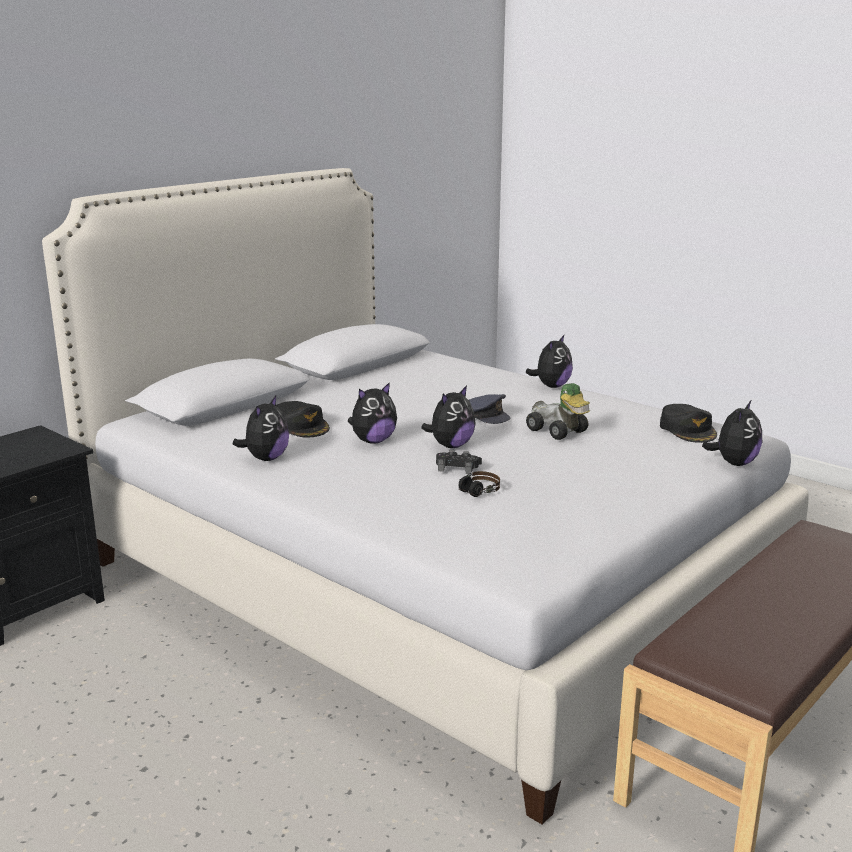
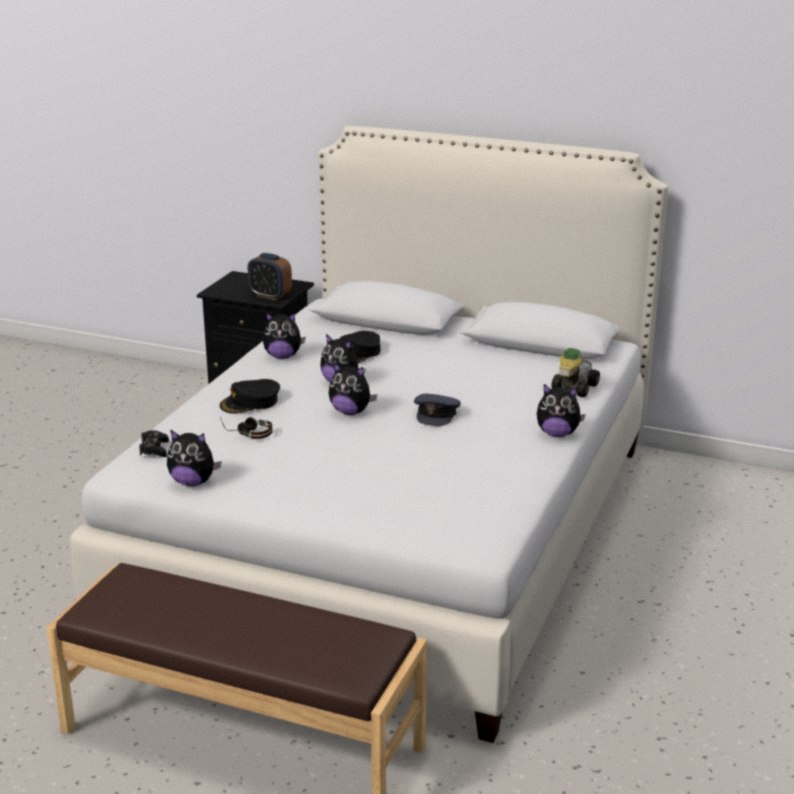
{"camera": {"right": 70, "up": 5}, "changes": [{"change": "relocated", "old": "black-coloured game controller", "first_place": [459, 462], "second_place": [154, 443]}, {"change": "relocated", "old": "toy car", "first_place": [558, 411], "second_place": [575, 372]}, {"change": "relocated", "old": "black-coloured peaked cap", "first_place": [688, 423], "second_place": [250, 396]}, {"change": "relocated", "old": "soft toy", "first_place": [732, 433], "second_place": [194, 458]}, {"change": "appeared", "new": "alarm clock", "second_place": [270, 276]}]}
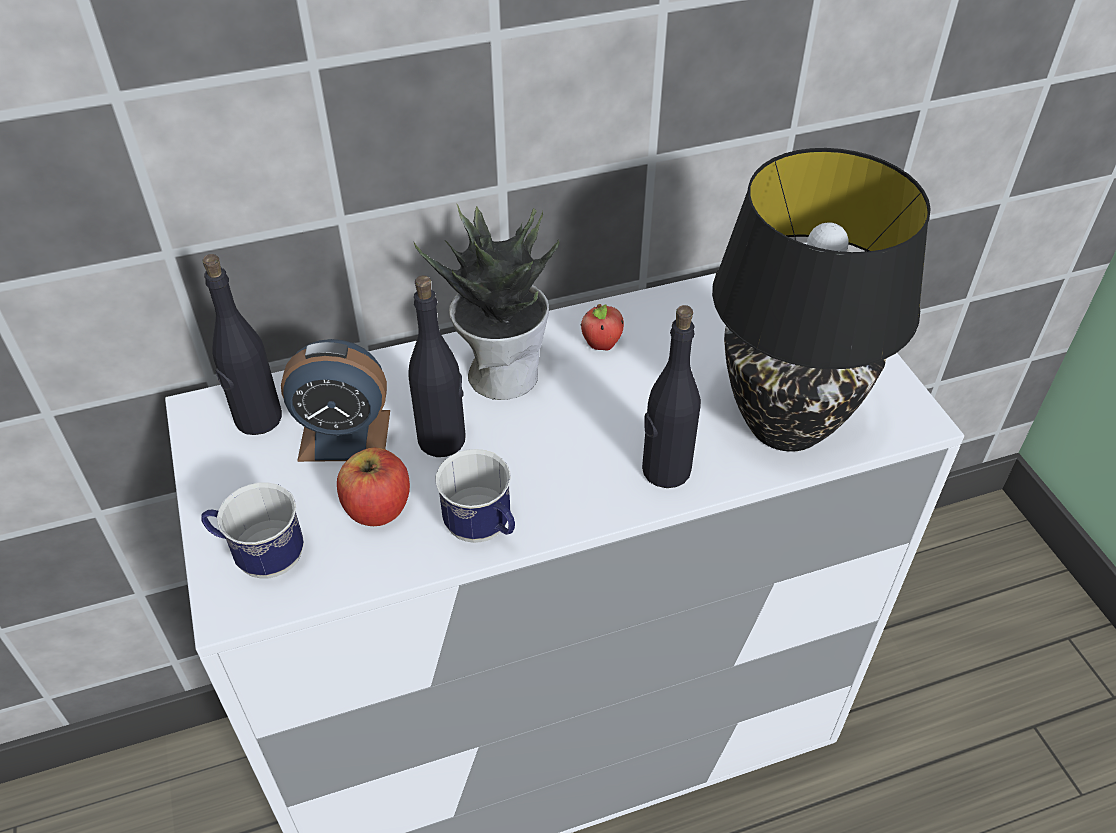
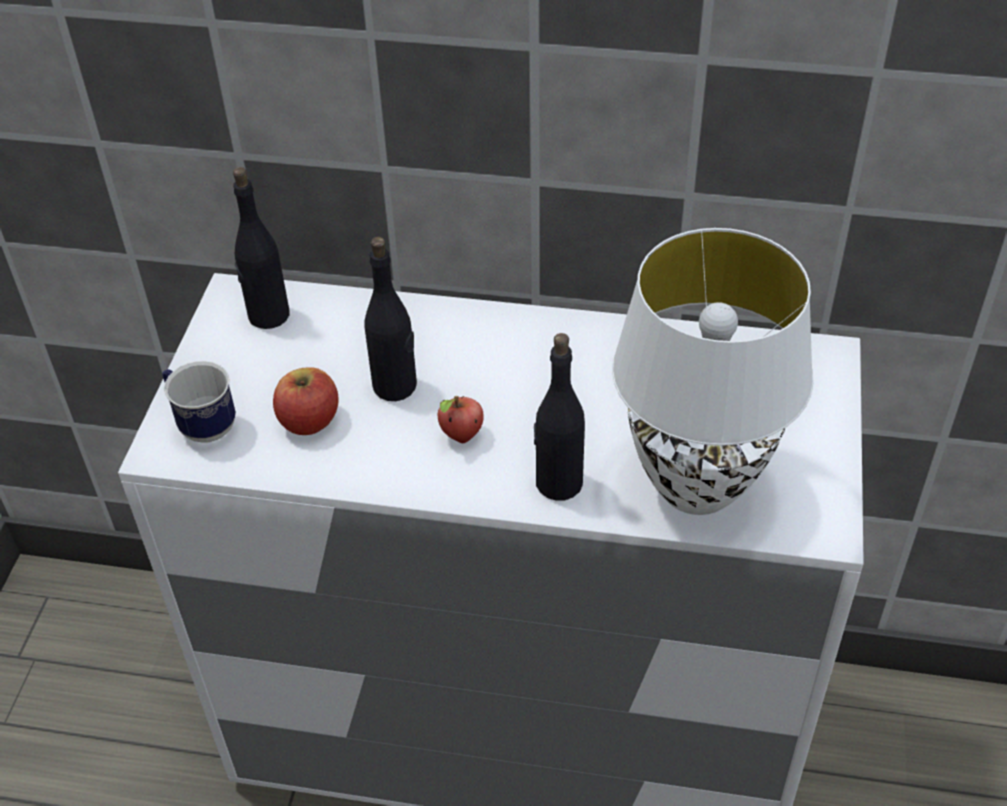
{"camera": {"right": 30, "up": 0}, "changes": [{"change": "missing", "old": "alarm clock", "first_place": [335, 400]}, {"change": "missing", "old": "houseplant", "first_place": [487, 301]}, {"change": "missing", "old": "tea mug", "first_place": [475, 496]}, {"change": "relocated", "old": "whole apple", "first_place": [602, 327], "second_place": [461, 419]}, {"change": "colour", "old": "black-coloured tabletop lamp", "new": "whitish tabletop lamp", "first_place": [821, 300], "second_place": [713, 371]}]}
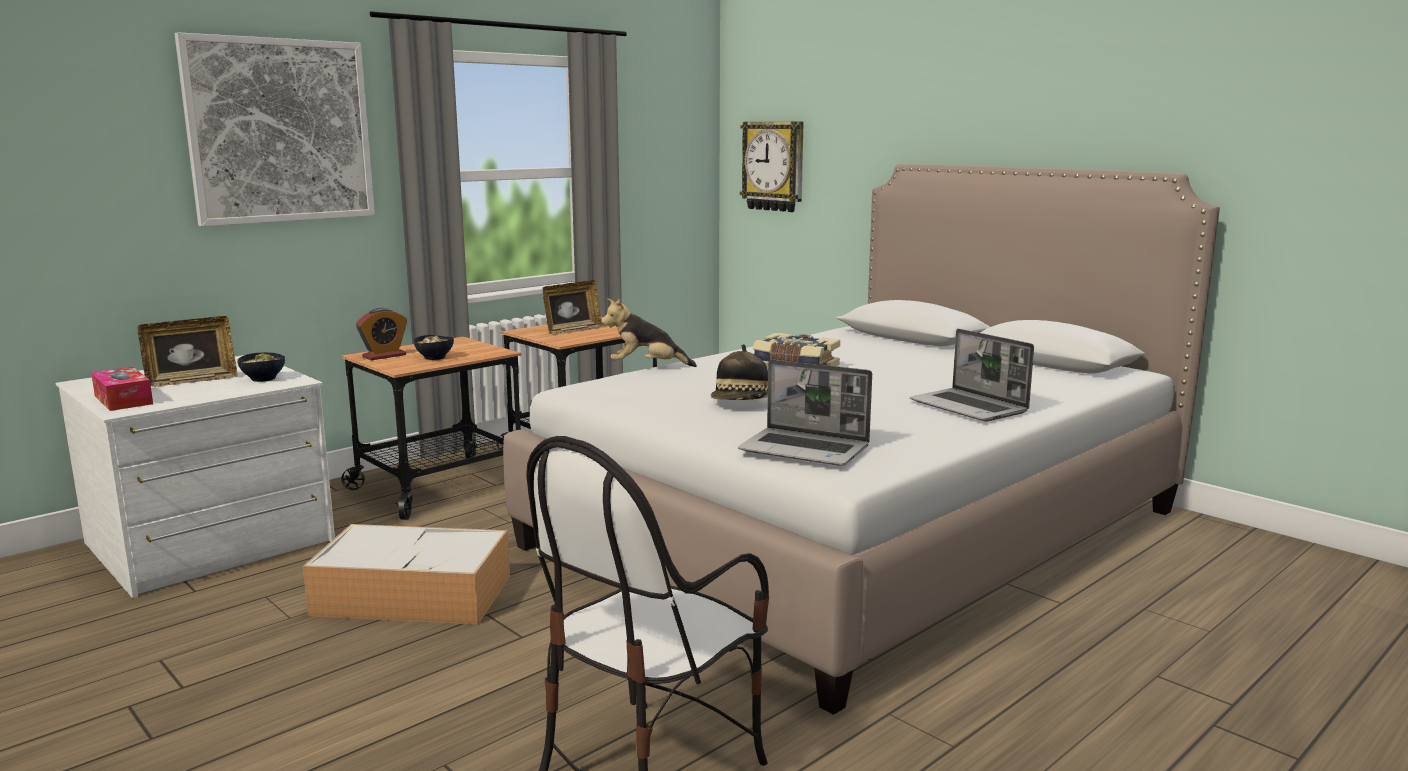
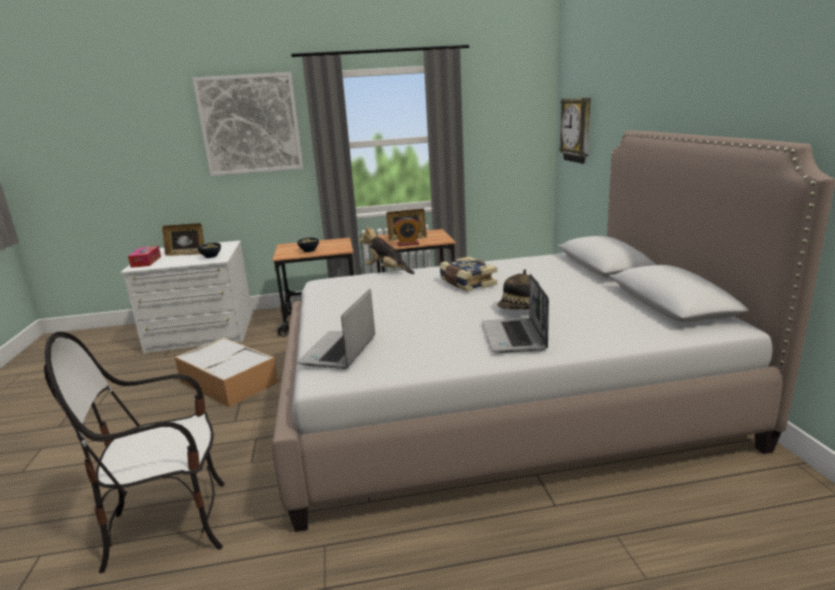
{"camera": {"right": 35, "up": 5}, "changes": [{"change": "relocated", "old": "alarm clock", "first_place": [381, 334], "second_place": [407, 231]}, {"change": "relocated", "old": "hat", "first_place": [739, 372], "second_place": [518, 289]}, {"change": "spun", "old": "notebook computer", "first_place": [805, 412], "second_place": [336, 329], "degrees": 45}]}
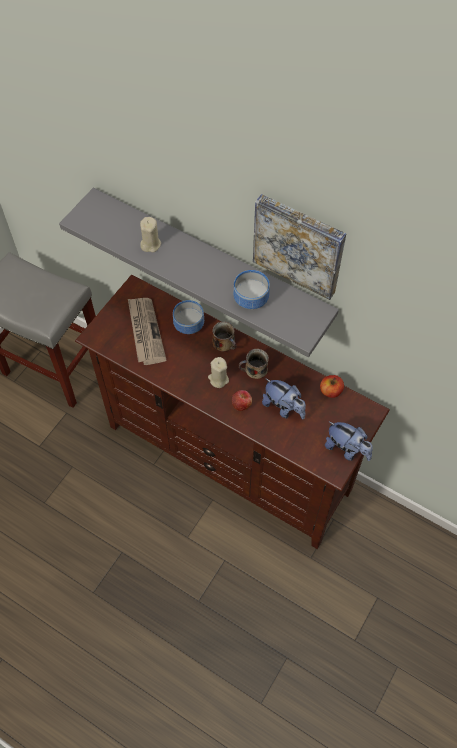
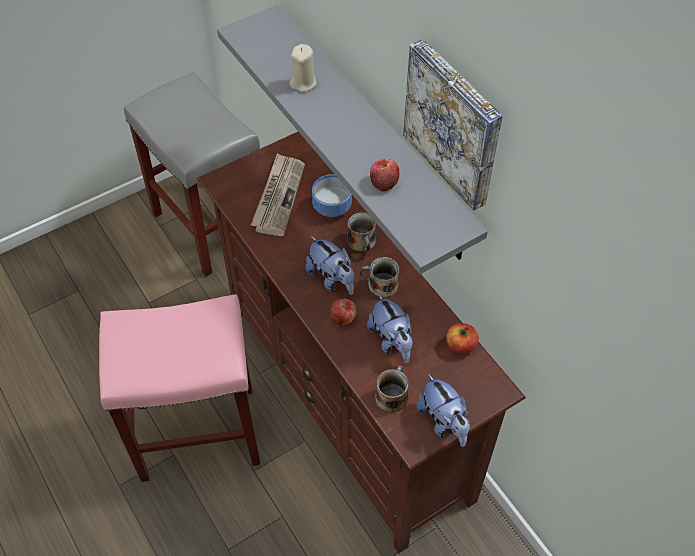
{"camera": {"right": 25, "up": -5}, "changes": [{"change": "exchanged", "old": "beige wax light", "new": "soft toy", "first_place": [218, 372], "second_place": [329, 265]}, {"change": "exchanged", "old": "bowl", "new": "whole apple", "first_place": [251, 289], "second_place": [384, 175]}, {"change": "appeared", "new": "pink-coloured stool seat", "second_place": [179, 388]}, {"change": "appeared", "new": "tea mug", "second_place": [392, 389]}]}
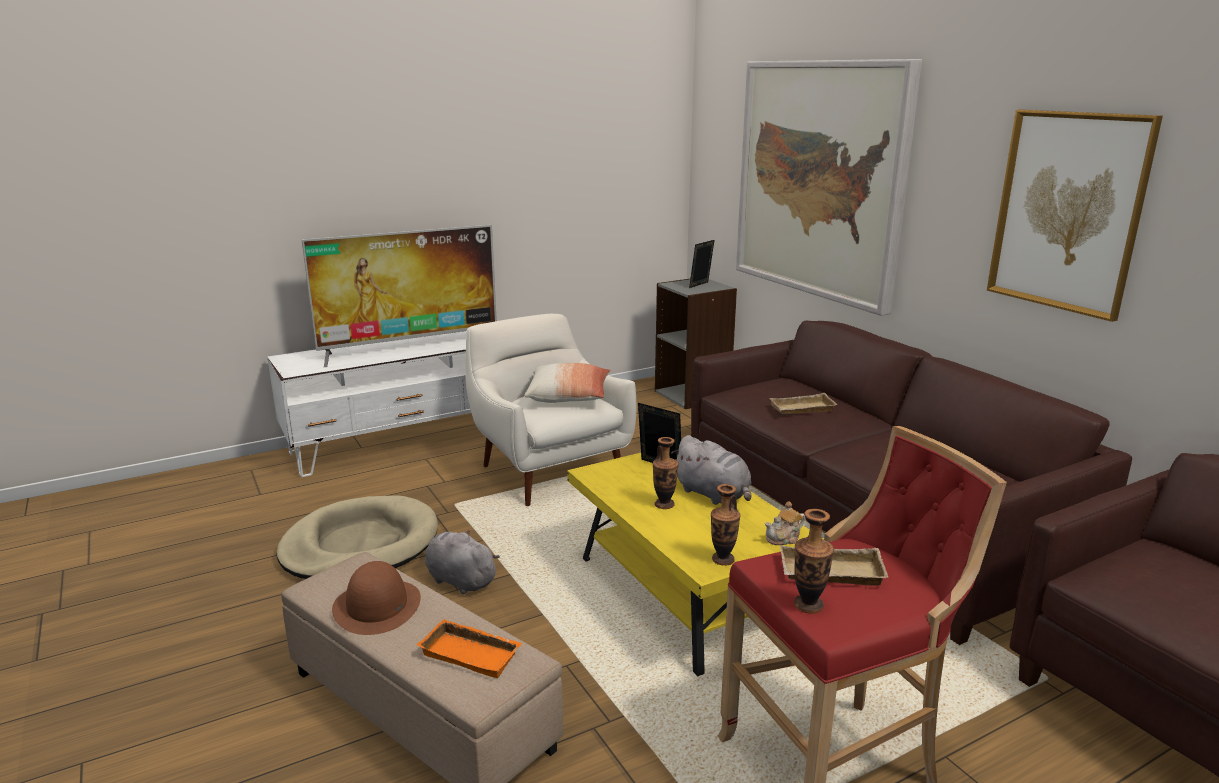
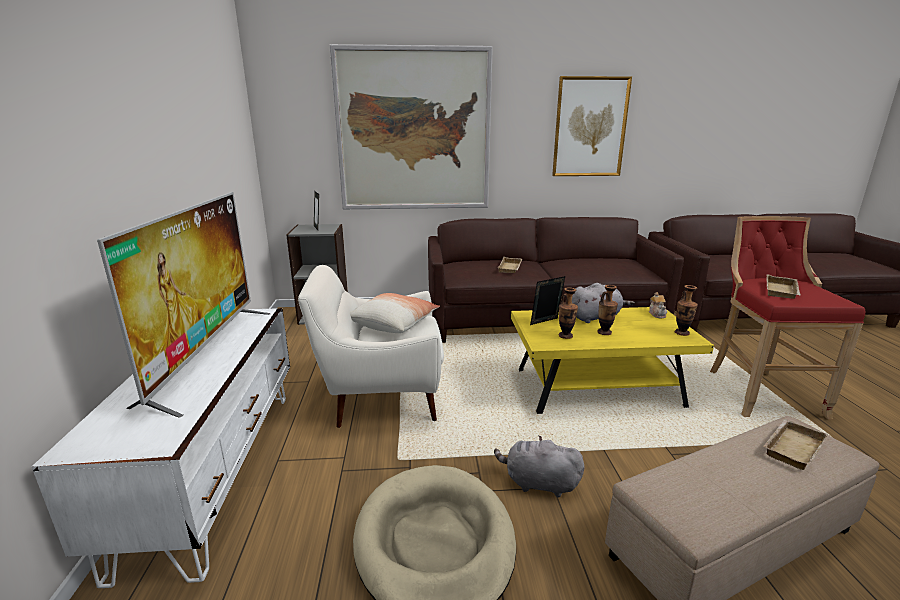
{"camera": {"right": -65, "up": 0}, "changes": [{"change": "missing", "old": "brown hat", "first_place": [376, 598]}, {"change": "colour", "old": "orange tray", "new": "beige tray", "first_place": [470, 648], "second_place": [795, 444]}, {"change": "spun", "old": "gray soft toy", "first_place": [462, 562], "second_place": [539, 466], "degrees": 45}, {"change": "relocated", "old": "decorative vase", "first_place": [814, 561], "second_place": [568, 313]}]}
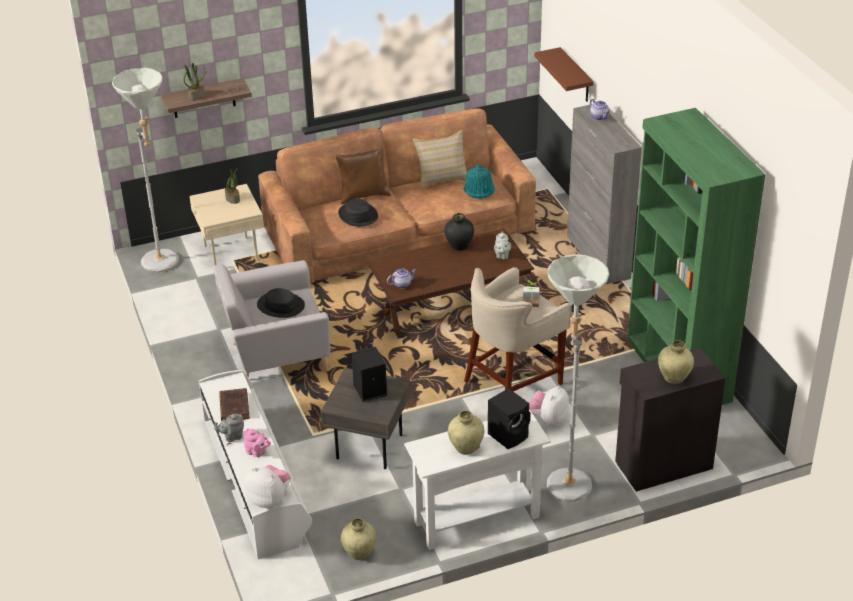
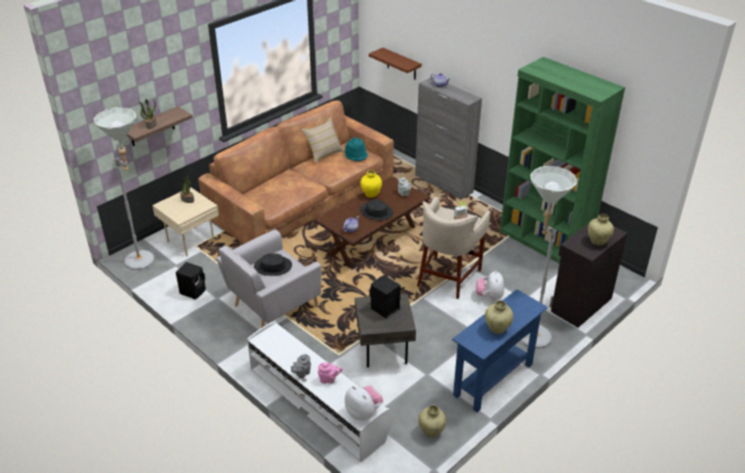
{"camera": {"right": -25, "up": 0}, "changes": [{"change": "missing", "old": "brown volume", "first_place": [234, 404]}, {"change": "spun", "old": "soft toy", "first_place": [267, 486], "second_place": [364, 403], "degrees": 45}, {"change": "missing", "old": "brown pillow", "first_place": [363, 176]}, {"change": "relocated", "old": "black-coloured hat", "first_place": [358, 212], "second_place": [376, 210]}, {"change": "colour", "old": "whitish console table", "new": "blue console table", "first_place": [477, 479], "second_place": [500, 350]}, {"change": "colour", "old": "black-coloured decorative vase", "new": "yellow-coloured decorative vase", "first_place": [459, 232], "second_place": [371, 184]}, {"change": "relocated", "old": "black-coloured audio speaker", "first_place": [509, 418], "second_place": [191, 281]}]}
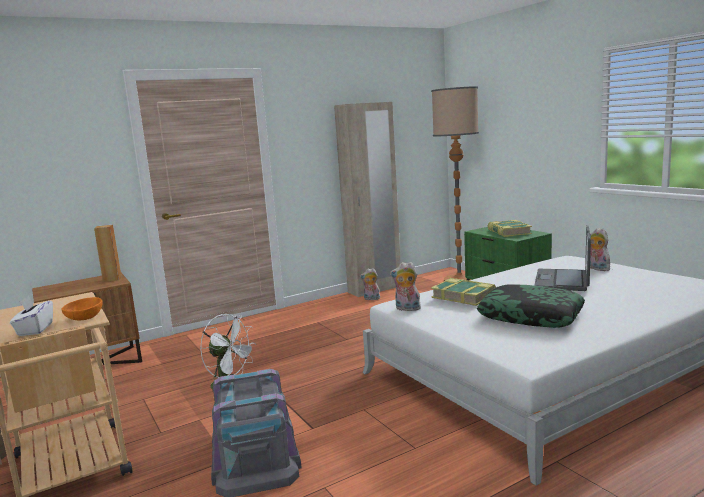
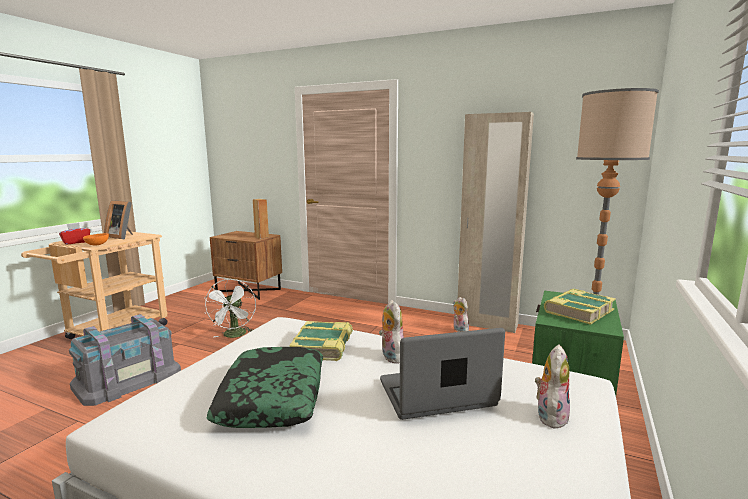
{"camera": {"right": 55, "up": 0}, "changes": [{"change": "colour", "old": "whitish tissue box", "new": "reddish tissue box", "first_place": [31, 316], "second_place": [74, 233]}, {"change": "relocated", "old": "soft toy", "first_place": [405, 286], "second_place": [391, 332]}, {"change": "appeared", "new": "picture frame", "second_place": [118, 220]}]}
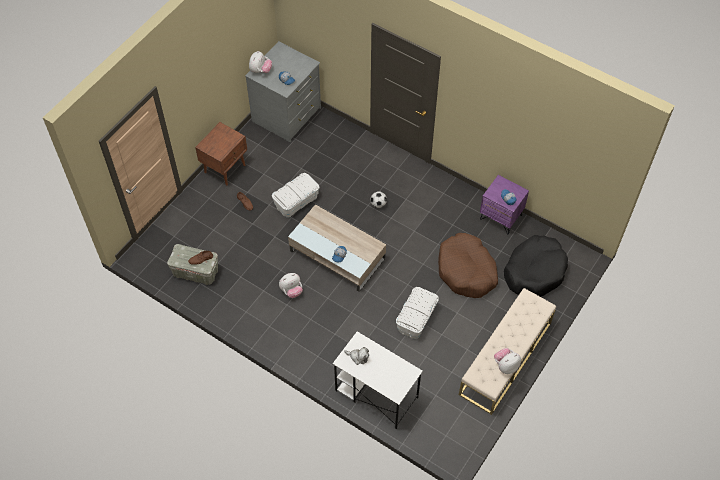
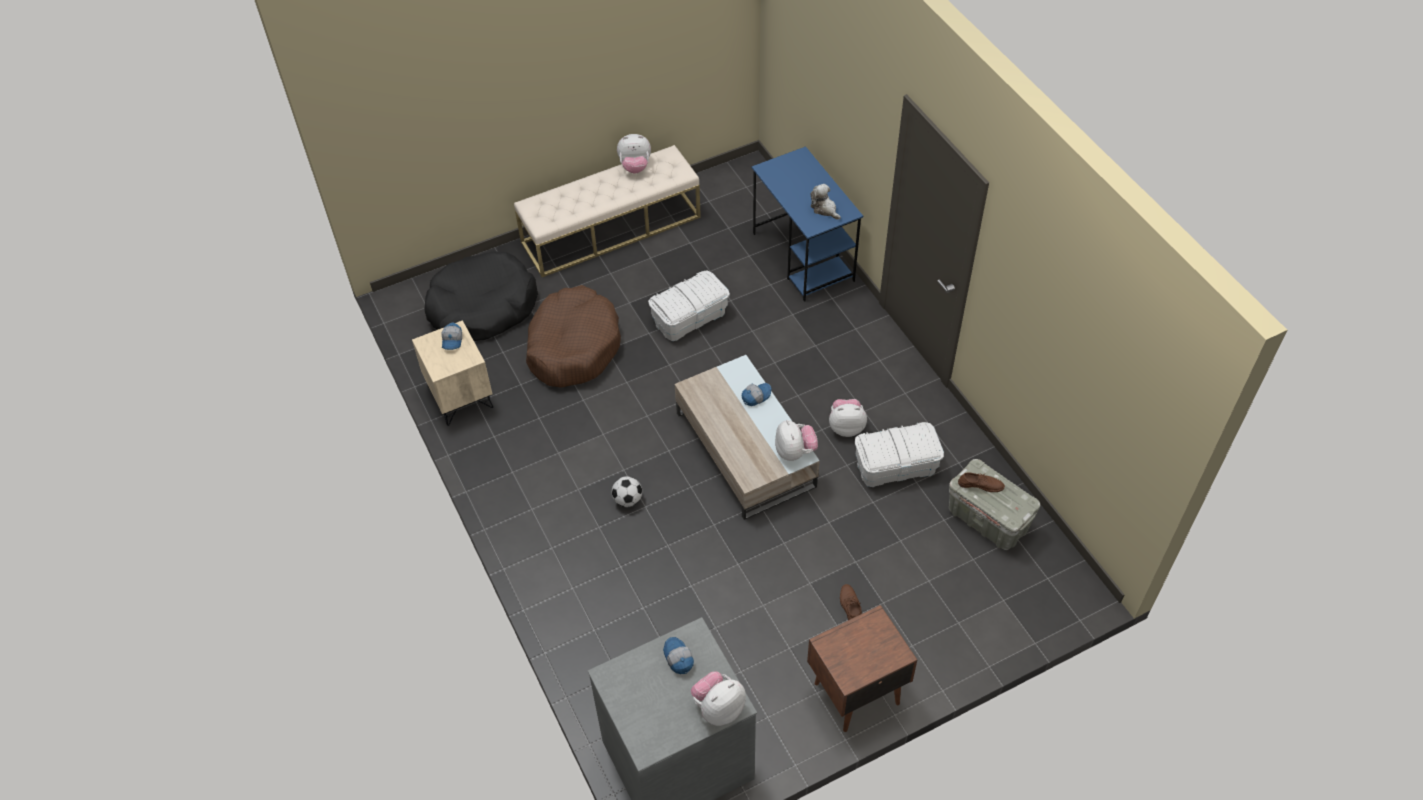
{"camera": {"right": -150, "up": -5}, "changes": [{"change": "relocated", "old": "whitish storage bin", "first_place": [296, 195], "second_place": [899, 454]}, {"change": "colour", "old": "whitish desk", "new": "blue desk", "first_place": [378, 380], "second_place": [807, 224]}, {"change": "colour", "old": "purple night table", "new": "beige night table", "first_place": [504, 204], "second_place": [452, 373]}, {"change": "appeared", "new": "soft toy", "second_place": [796, 440]}]}
